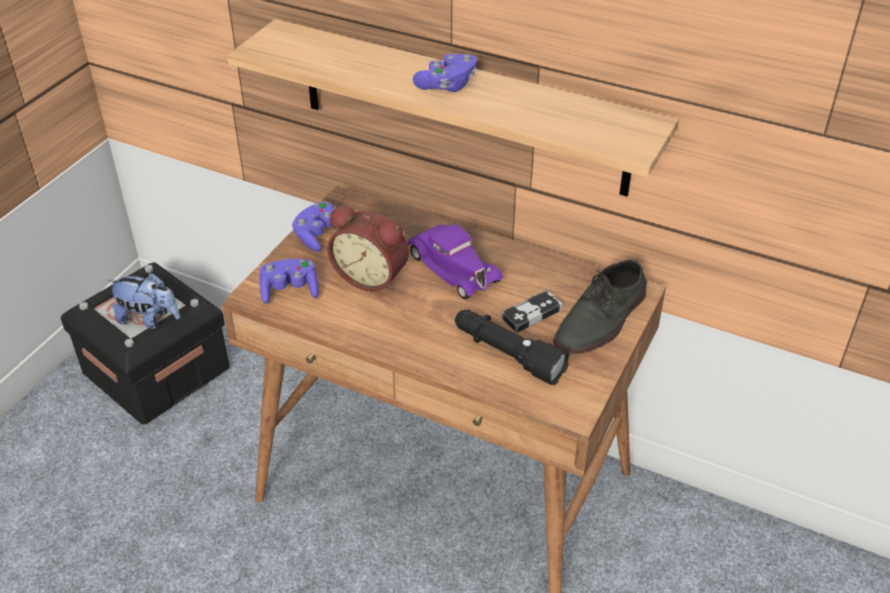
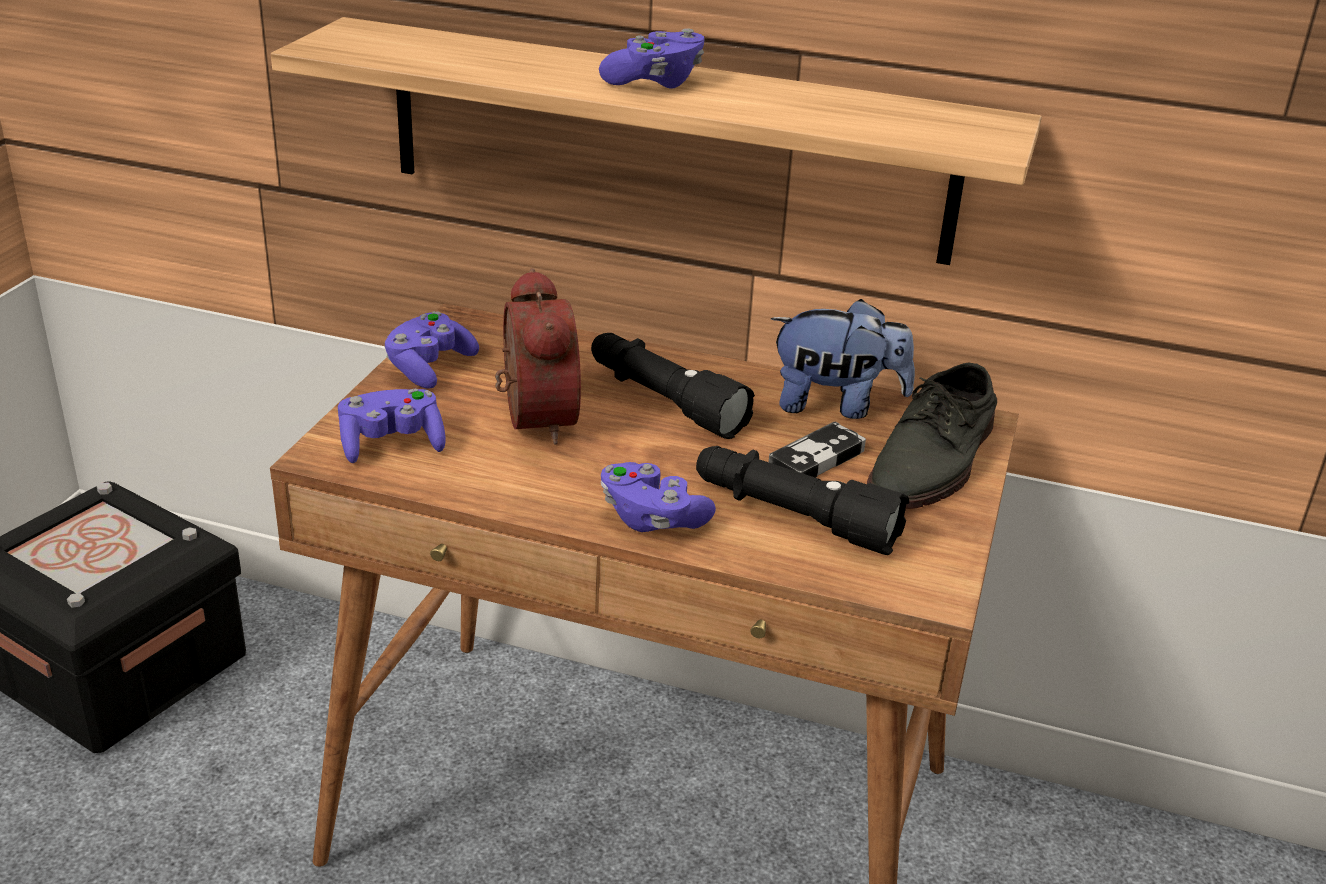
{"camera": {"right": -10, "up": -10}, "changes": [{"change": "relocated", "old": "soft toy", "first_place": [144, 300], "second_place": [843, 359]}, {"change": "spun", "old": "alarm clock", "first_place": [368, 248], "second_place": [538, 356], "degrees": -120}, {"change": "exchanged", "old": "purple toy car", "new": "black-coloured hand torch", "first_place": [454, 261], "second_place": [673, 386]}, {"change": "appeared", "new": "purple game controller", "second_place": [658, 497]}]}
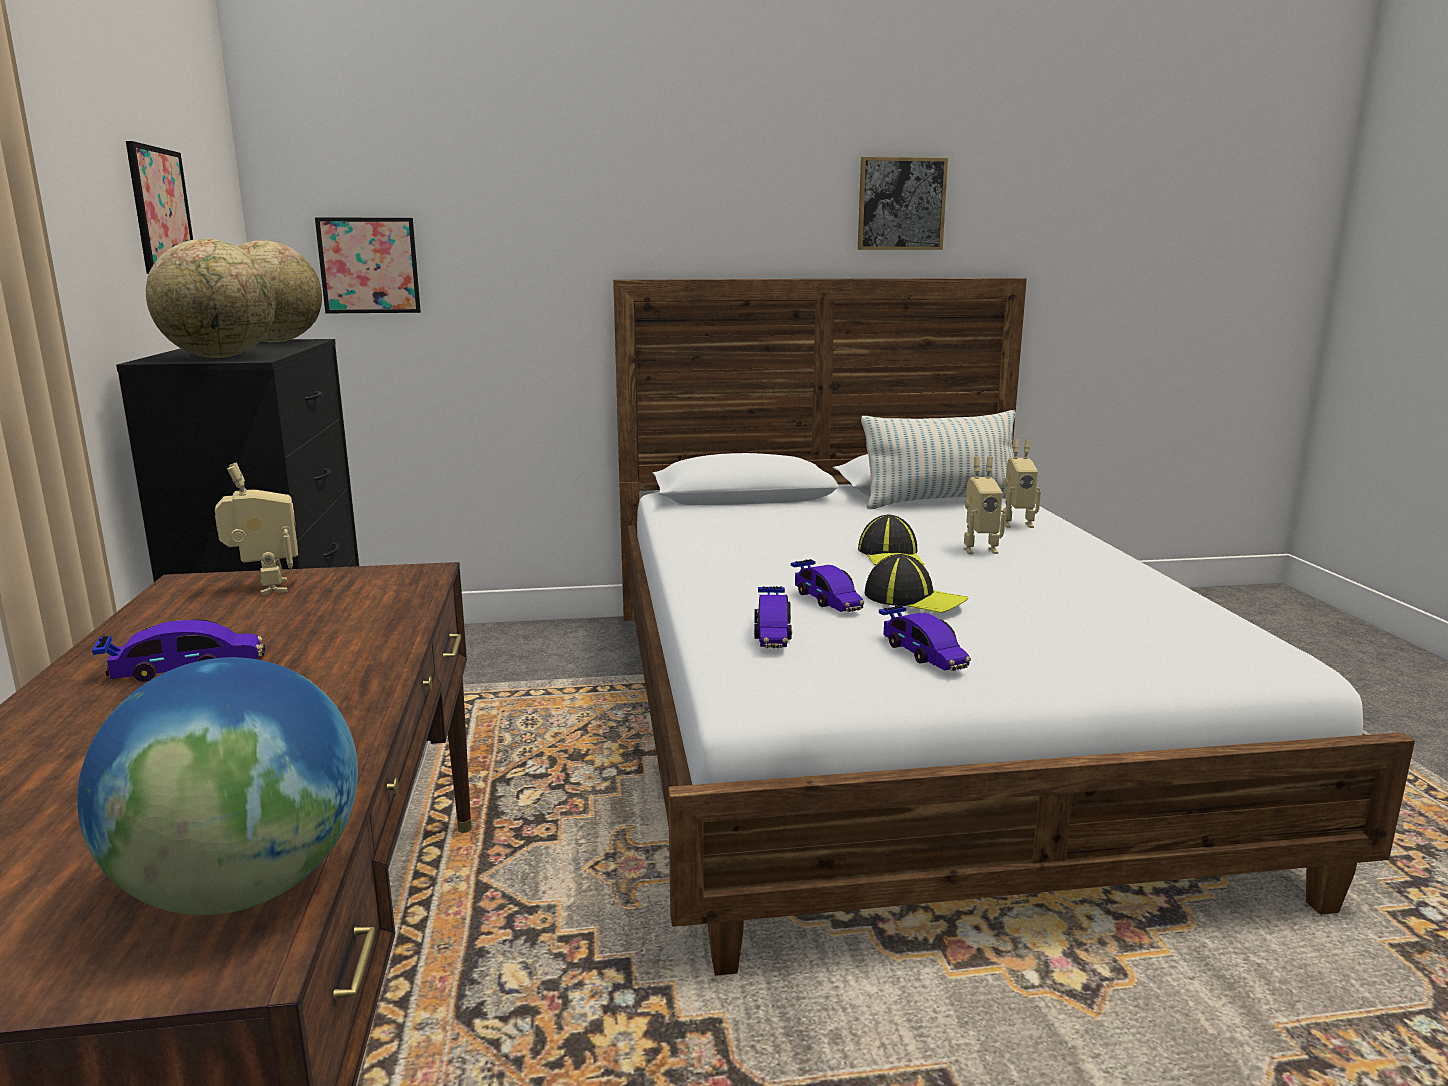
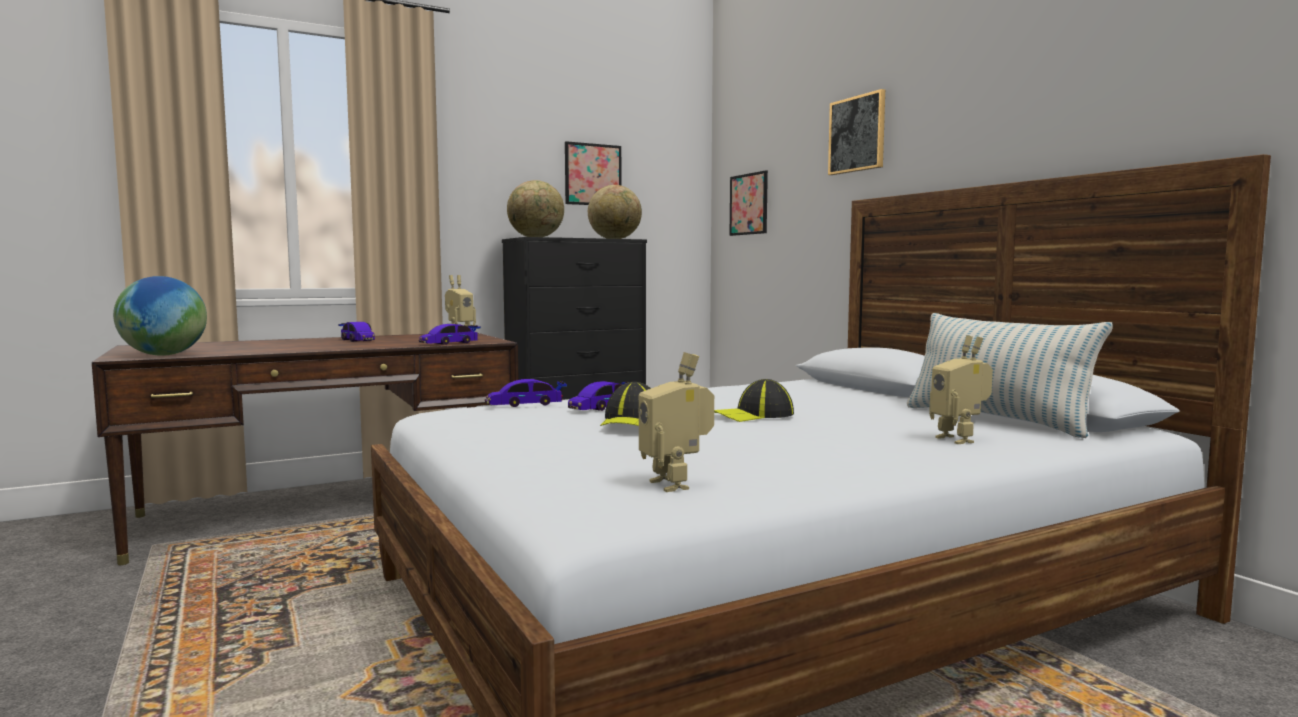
{"camera": {"right": 70, "up": -10}, "changes": [{"change": "relocated", "old": "wall picture", "first_place": [903, 203], "second_place": [856, 132]}, {"change": "relocated", "old": "toy car", "first_place": [925, 638], "second_place": [450, 334]}, {"change": "relocated", "old": "model robot", "first_place": [985, 505], "second_place": [676, 422]}]}
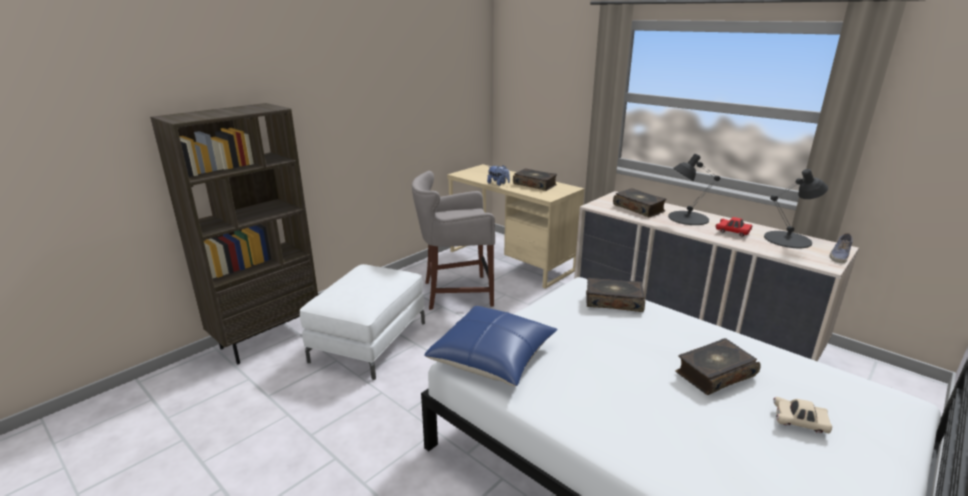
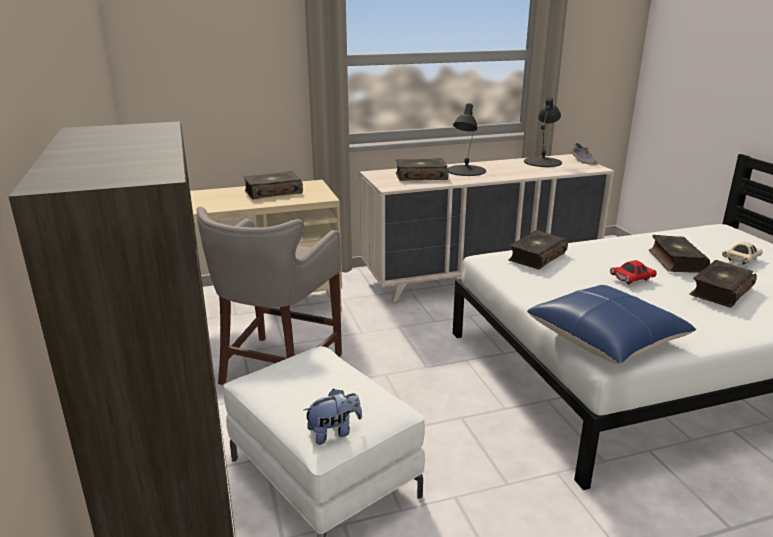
{"camera": {"right": -60, "up": 0}, "changes": [{"change": "relocated", "old": "soft toy", "first_place": [498, 175], "second_place": [332, 417]}, {"change": "relocated", "old": "reddish toy car", "first_place": [734, 227], "second_place": [633, 272]}, {"change": "appeared", "new": "volume", "second_place": [723, 284]}]}
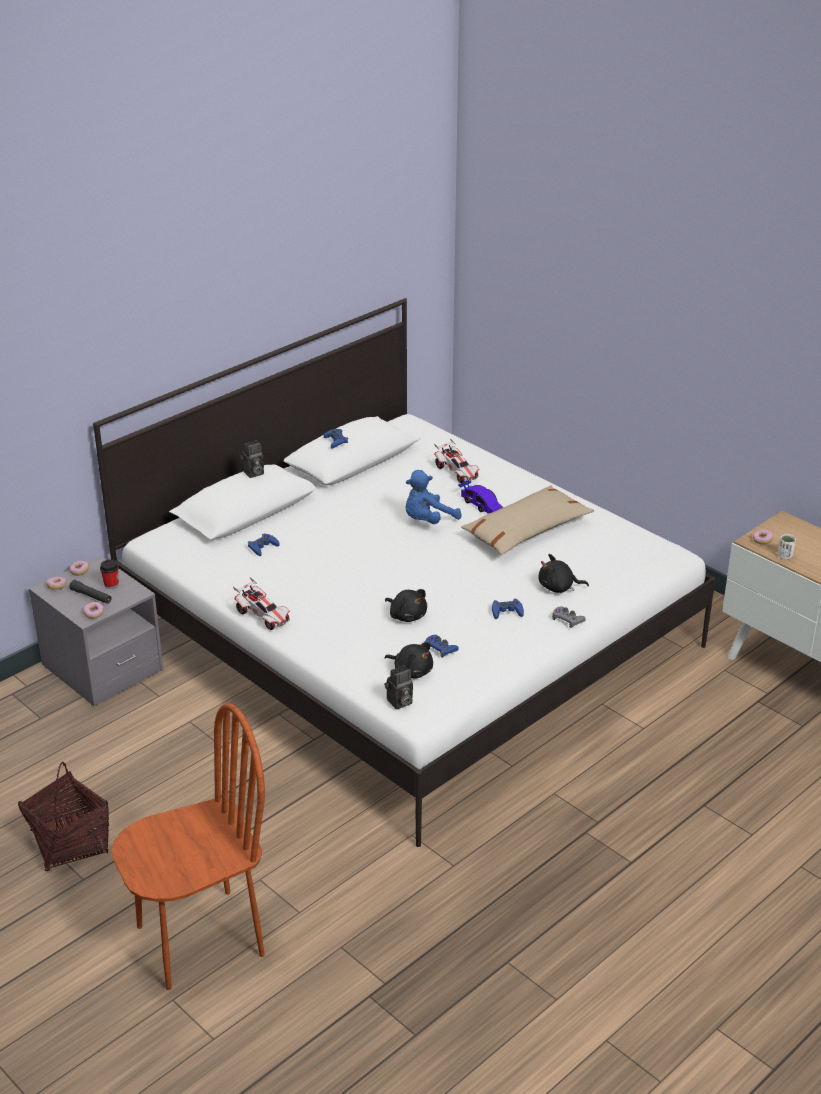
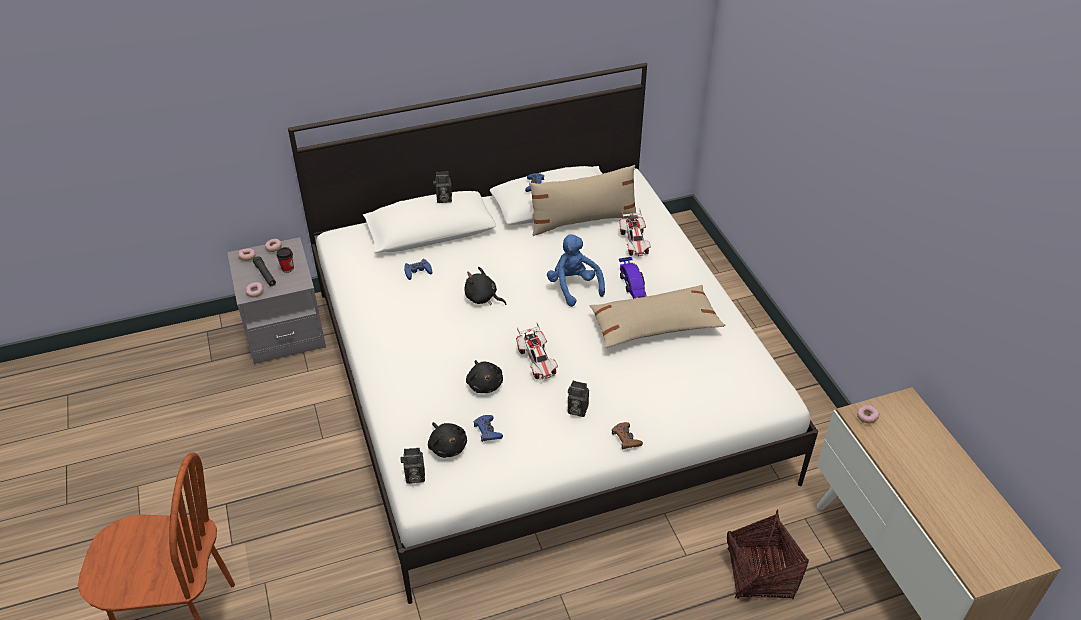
{"camera": {"right": 25, "up": 10}, "changes": [{"change": "relocated", "old": "storage basket", "first_place": [63, 816], "second_place": [768, 555]}, {"change": "relocated", "old": "toy car", "first_place": [261, 603], "second_place": [537, 351]}, {"change": "spun", "old": "blue soft toy", "first_place": [434, 497], "second_place": [576, 270], "degrees": 75}, {"change": "exchanged", "old": "blue game controller", "new": "still camera", "first_place": [508, 609], "second_place": [578, 399]}, {"change": "relocated", "old": "black-coloured soft toy", "first_place": [564, 573], "second_place": [485, 286]}, {"change": "colour", "old": "gray game controller", "new": "brown game controller", "first_place": [569, 617], "second_place": [627, 436]}, {"change": "missing", "old": "whitish drinking cup", "first_place": [787, 546]}, {"change": "appeared", "new": "beige pillow", "second_place": [583, 200]}]}
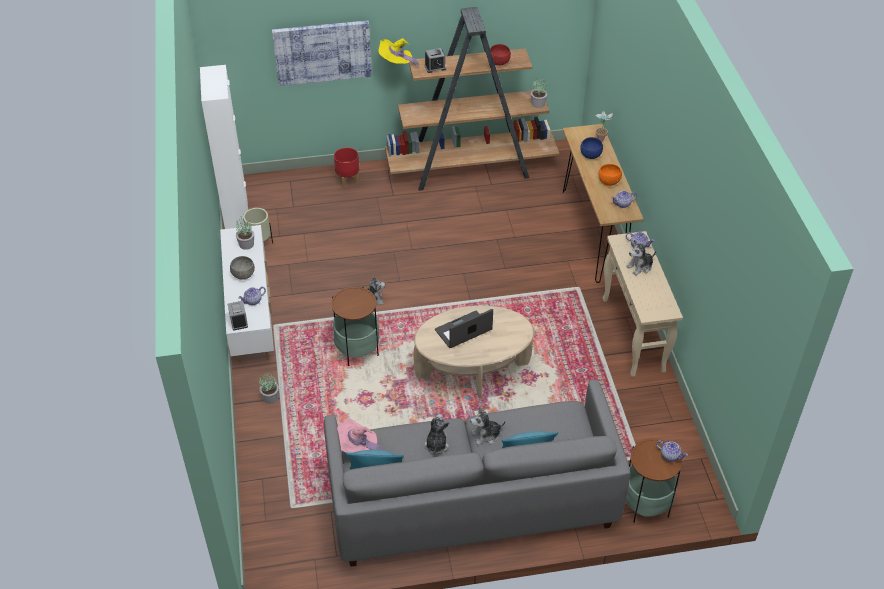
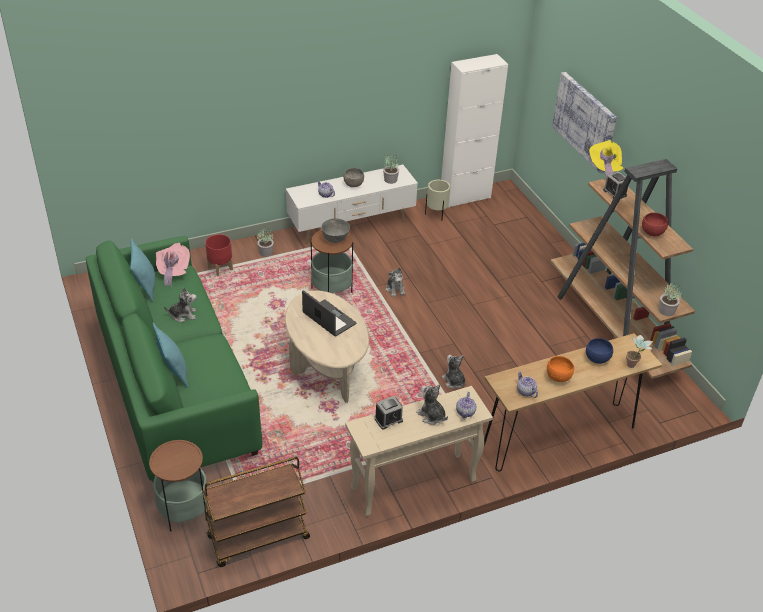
{"camera": {"right": 75, "up": -5}, "changes": [{"change": "relocated", "old": "alarm clock", "first_place": [238, 315], "second_place": [388, 413]}, {"change": "colour", "old": "gray settee", "new": "green settee", "first_place": [477, 473], "second_place": [174, 358]}, {"change": "relocated", "old": "reddish plant pot", "first_place": [347, 167], "second_place": [219, 255]}, {"change": "relocated", "old": "soft toy", "first_place": [488, 425], "second_place": [454, 372]}, {"change": "missing", "old": "pot for tea", "first_place": [672, 451]}, {"change": "appeared", "new": "brown trolley", "second_place": [256, 512]}, {"change": "appeared", "new": "gray bowl", "second_place": [335, 230]}]}
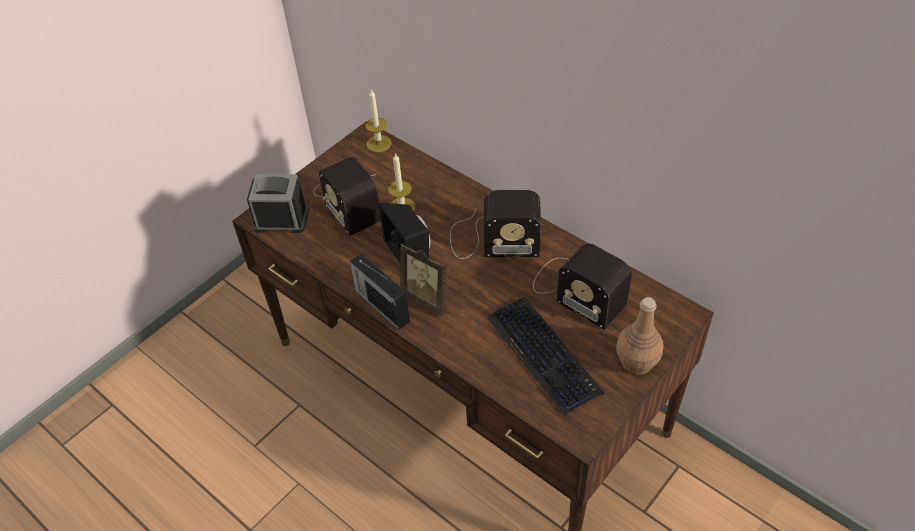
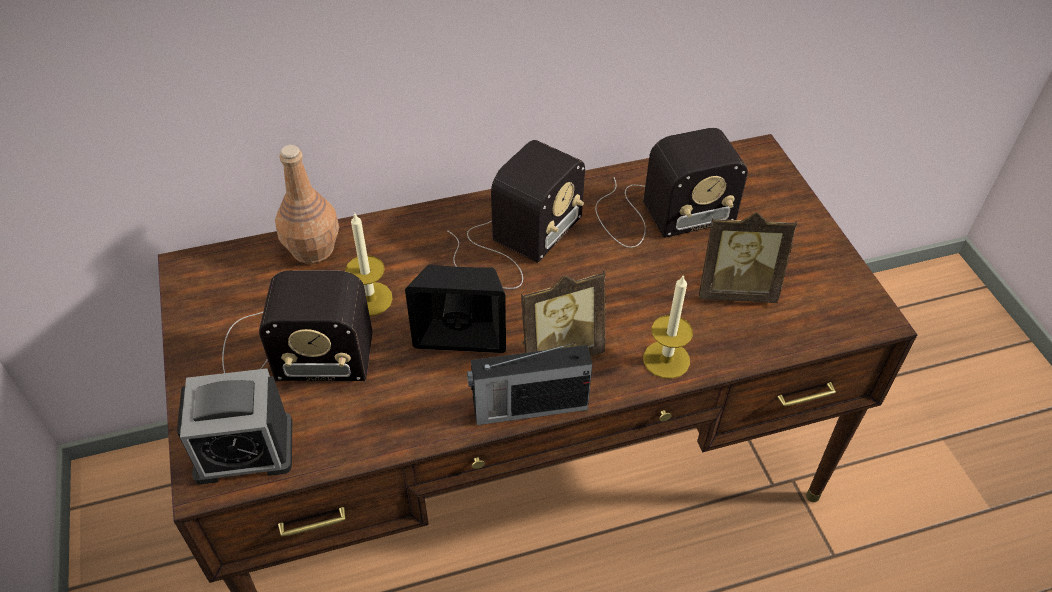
{"camera": {"right": -60, "up": 0}, "changes": [{"change": "spun", "old": "alarm clock", "first_place": [278, 203], "second_place": [234, 426], "degrees": -135}, {"change": "relocated", "old": "wax light", "first_place": [378, 120], "second_place": [668, 326]}, {"change": "exchanged", "old": "keyboard", "new": "picture frame", "first_place": [545, 356], "second_place": [748, 257]}, {"change": "relocated", "old": "brown beverage bottle", "first_place": [640, 336], "second_place": [307, 204]}]}
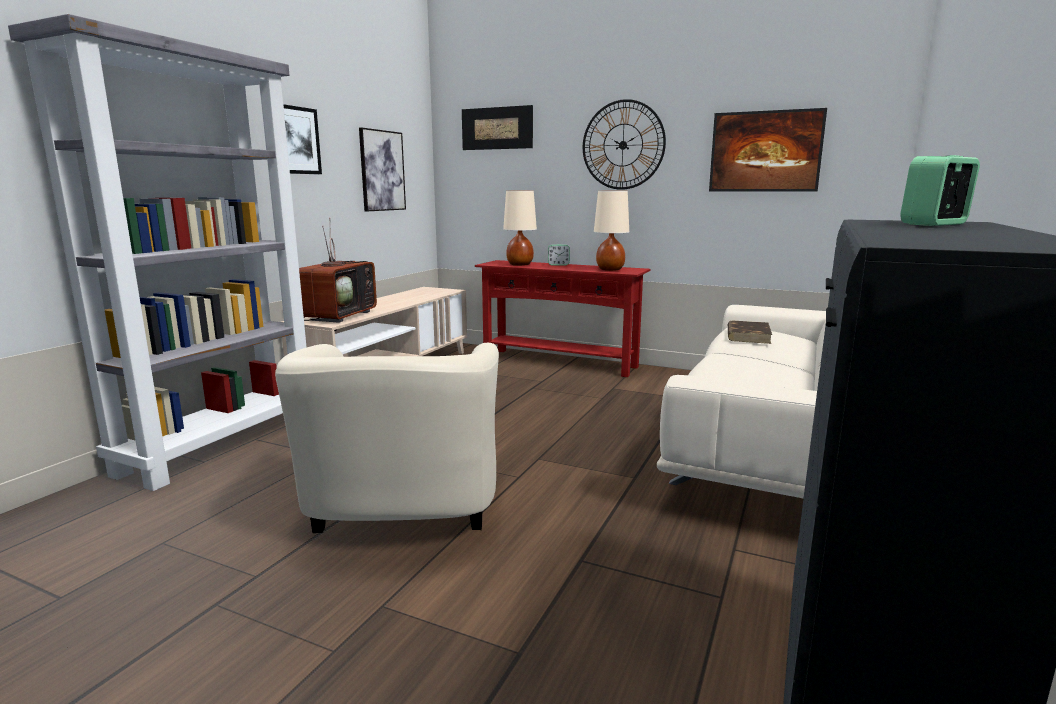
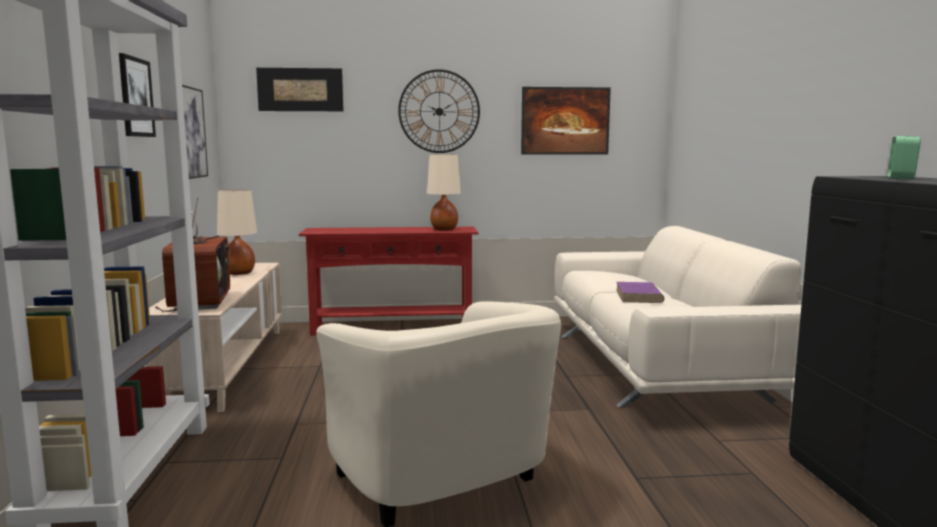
{"camera": {"right": -30, "up": -5}, "changes": [{"change": "relocated", "old": "beige tabletop lamp", "first_place": [520, 228], "second_place": [237, 232]}, {"change": "missing", "old": "alarm clock", "first_place": [559, 254]}, {"change": "missing", "old": "brown volume", "first_place": [750, 332]}, {"change": "appeared", "new": "purple volume", "second_place": [640, 292]}]}
